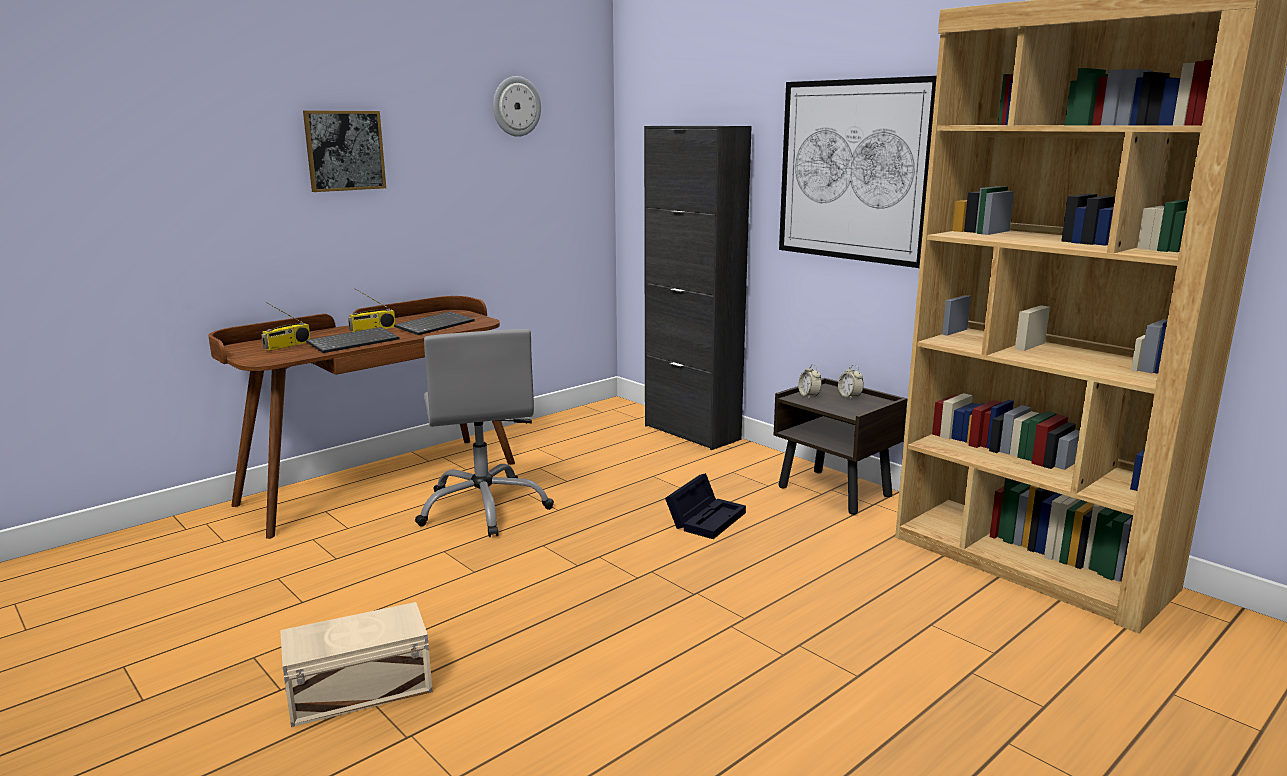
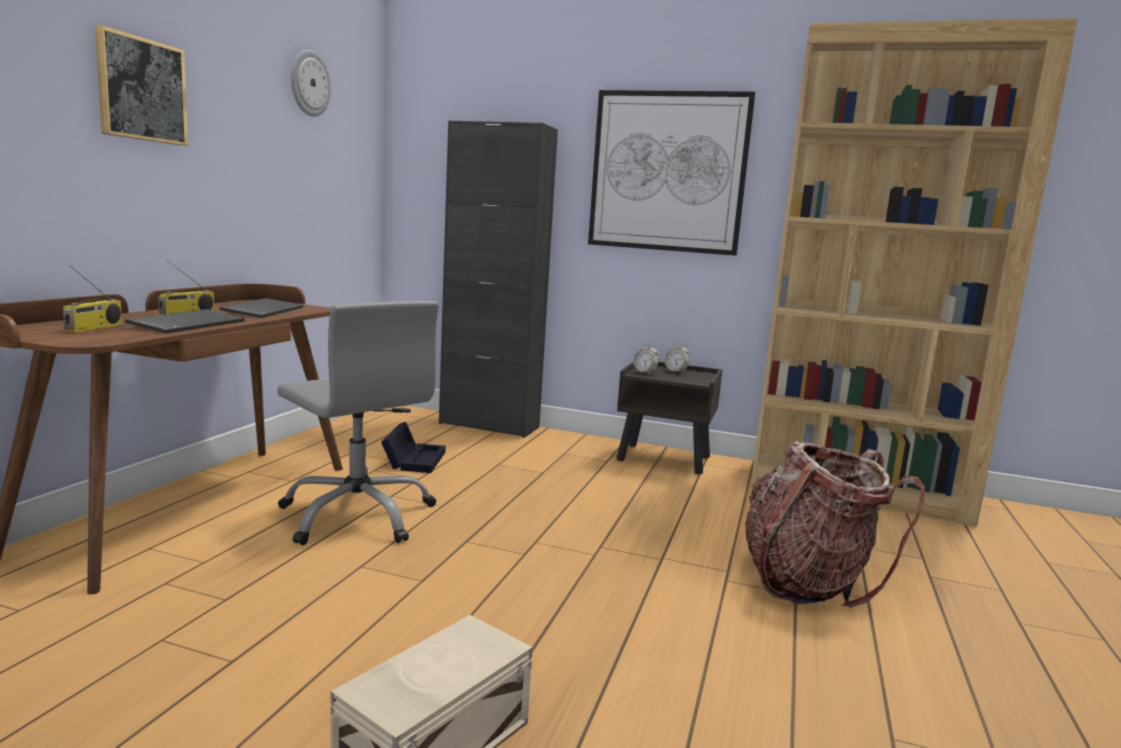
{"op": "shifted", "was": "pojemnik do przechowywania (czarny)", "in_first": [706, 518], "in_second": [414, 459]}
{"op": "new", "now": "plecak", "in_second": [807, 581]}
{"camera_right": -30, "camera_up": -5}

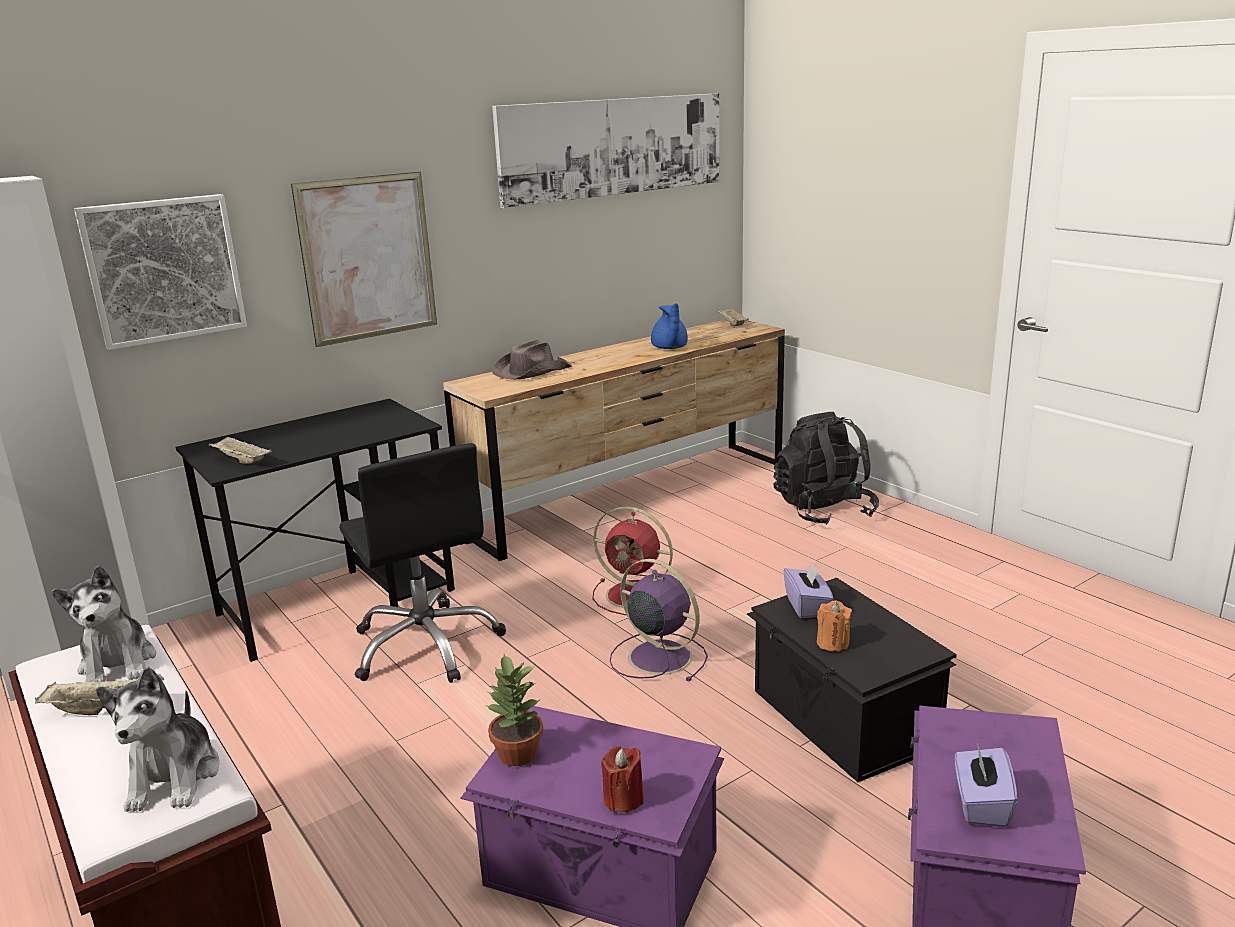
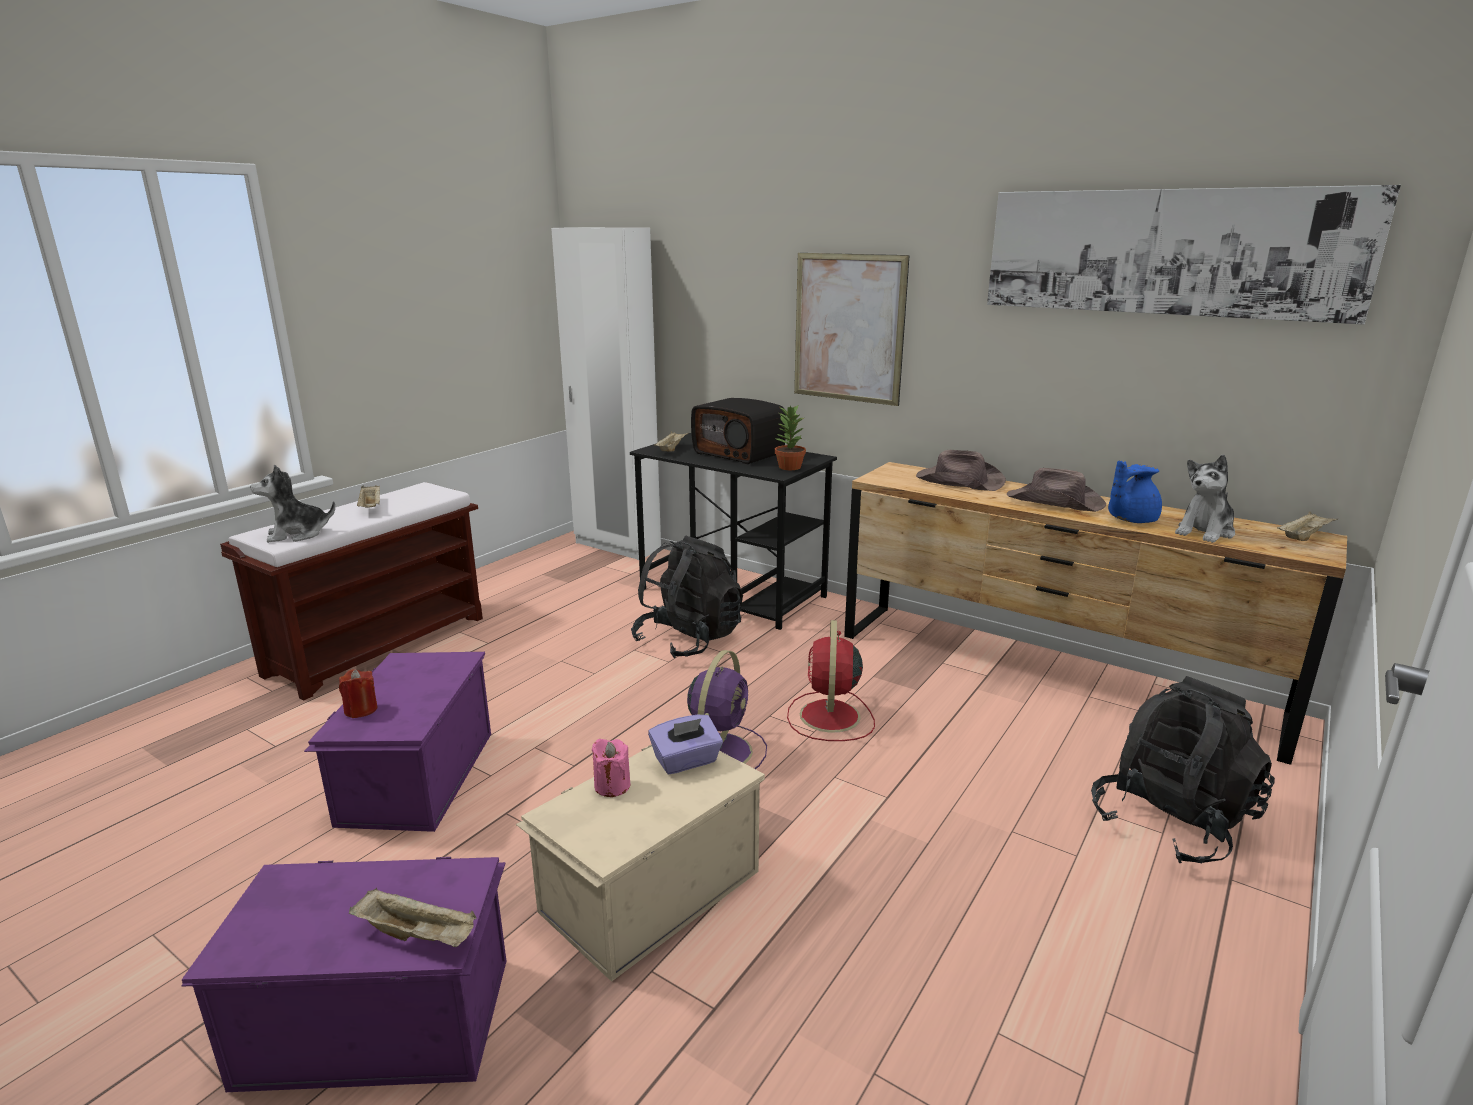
{"op": "gone", "was": "obraz", "in_first": [164, 270]}
{"op": "swapped", "was": "krzesło biurowe (czarny)", "now": "plecak (czarny)", "in_first": [426, 645], "in_second": [689, 640]}
{"op": "shifted", "was": "pluszak", "in_first": [118, 664], "in_second": [1205, 532]}
{"op": "repainted", "was": "pojemnik do przechowywania (czarny)", "now": "pojemnik do przechowywania (beżowy)", "in_first": [842, 719], "in_second": [648, 890]}
{"op": "repainted", "was": "świeca (pomarańczowy)", "now": "świeca (różowy)", "in_first": [833, 643], "in_second": [612, 786]}
{"op": "shifted", "was": "roślina doniczkowa", "in_first": [518, 754], "in_second": [789, 467]}
{"op": "gone", "was": "pudełko chusteczek (fioletowy)", "in_first": [981, 804]}
{"op": "new", "now": "radio", "in_second": [740, 453]}
{"op": "new", "now": "kapelusz (brązowy)", "in_second": [1056, 502]}
{"op": "new", "now": "taca (beżowy)", "in_second": [418, 935]}
{"camera_right": 70, "camera_up": 0}

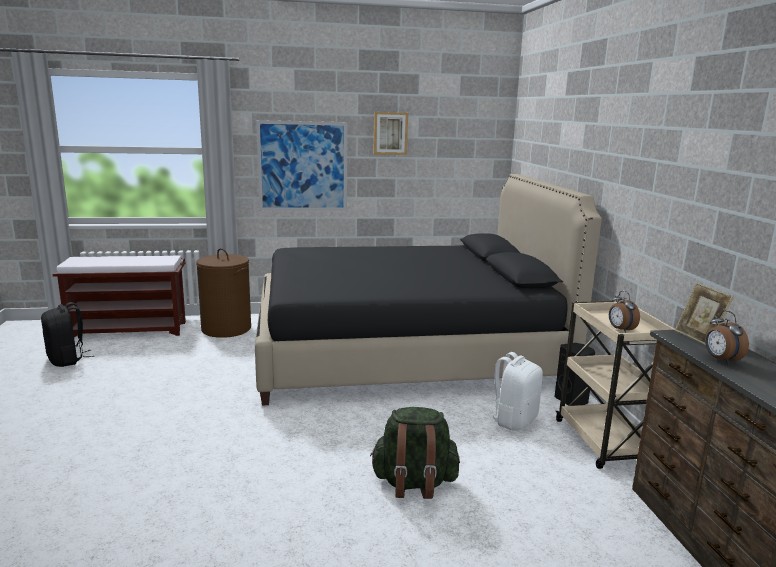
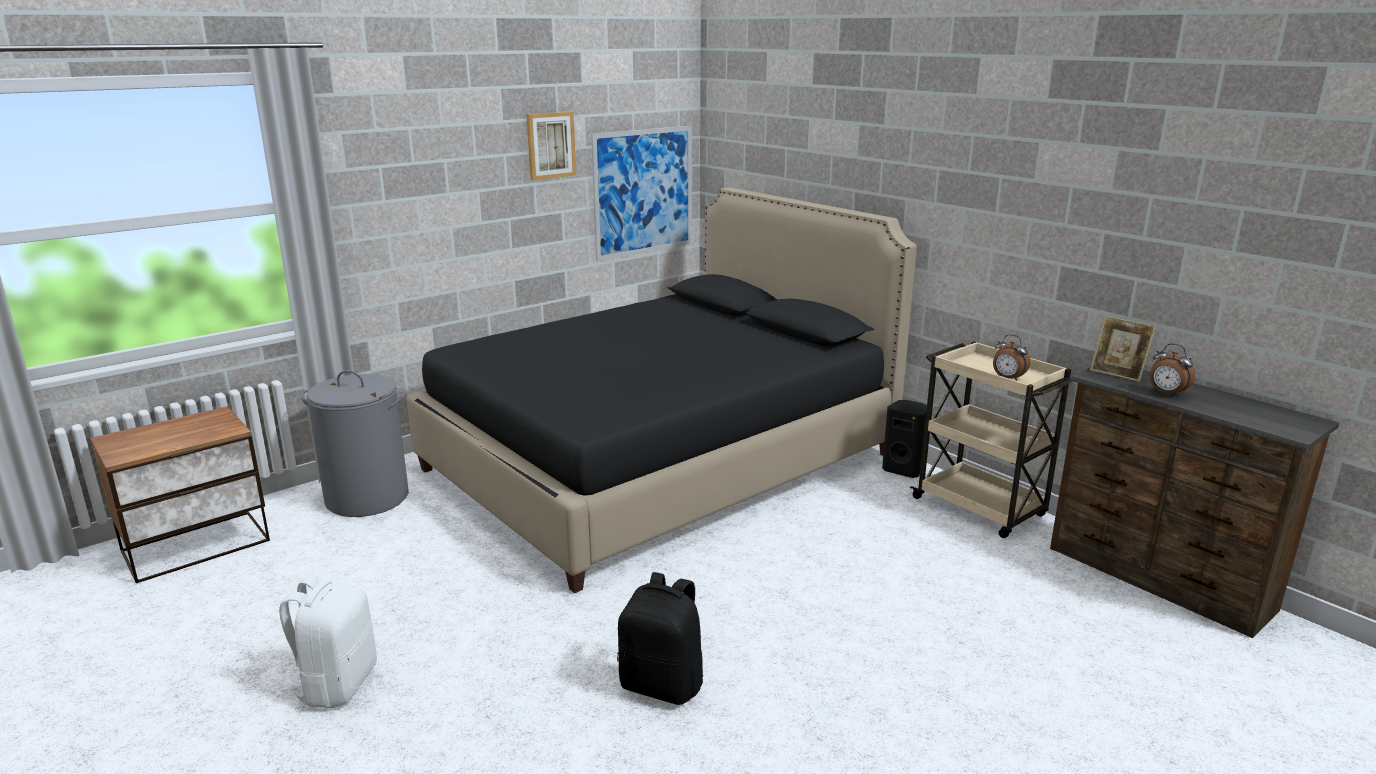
{"op": "shifted", "was": "obraz", "in_first": [303, 166], "in_second": [644, 192]}
{"op": "repainted", "was": "kosz na pranie (brązowy)", "now": "kosz na pranie (szary)", "in_first": [226, 329], "in_second": [367, 497]}
{"op": "swapped", "was": "ławka (brązowy)", "now": "szafka nocna", "in_first": [129, 330], "in_second": [198, 546]}
{"op": "shifted", "was": "plecak (czarny)", "in_first": [67, 360], "in_second": [663, 684]}
{"op": "shifted", "was": "plecak (biały)", "in_first": [513, 420], "in_second": [337, 684]}
{"op": "gone", "was": "plecak (zielony)", "in_first": [414, 483]}
{"camera_right": -30, "camera_up": 5}

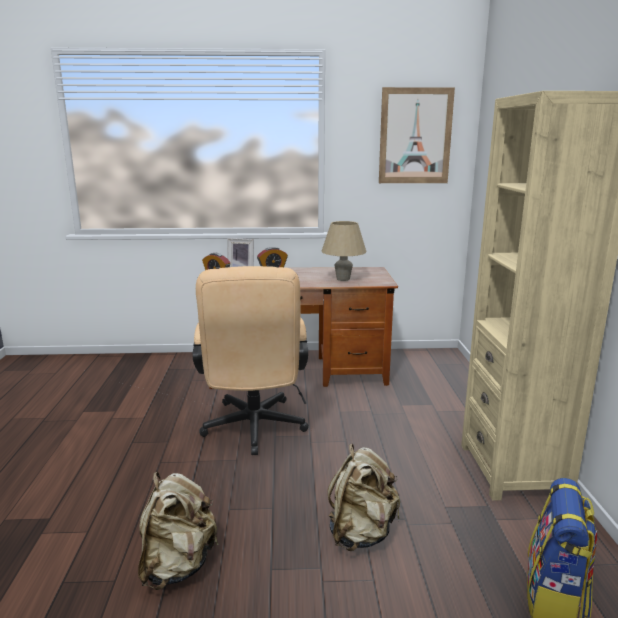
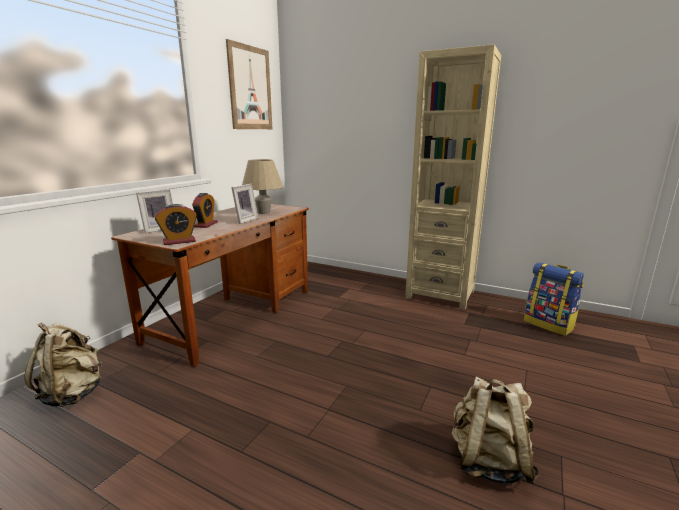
{"op": "gone", "was": "krzesło biurowe (beżowy)", "in_first": [254, 430]}
{"op": "shifted", "was": "plecak (beżowy)", "in_first": [361, 533], "in_second": [73, 393]}
{"op": "new", "now": "ramka na zdjęcie", "in_second": [244, 220]}
{"camera_right": -60, "camera_up": 0}

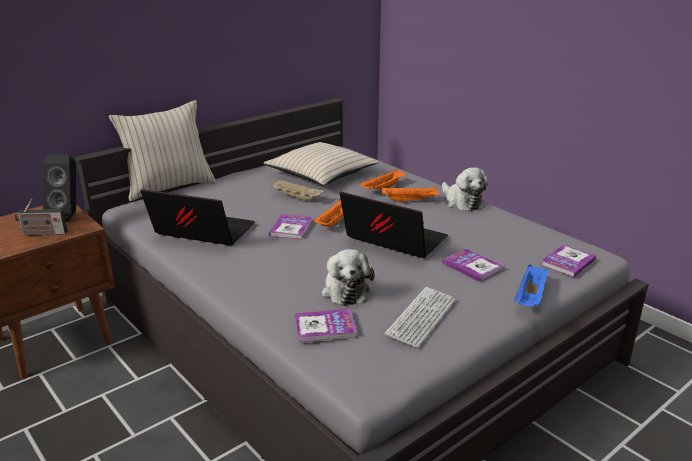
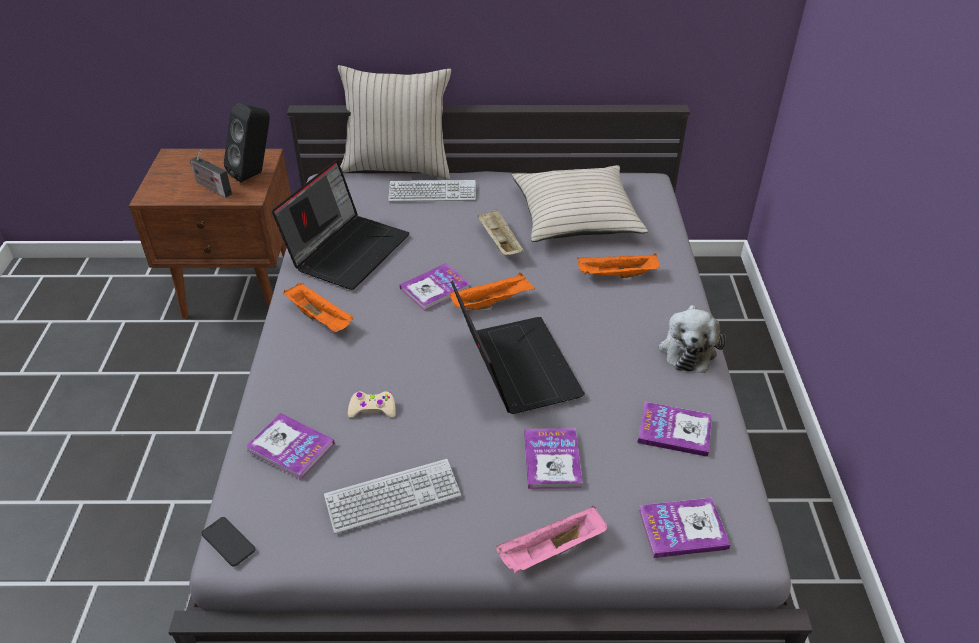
{"op": "shifted", "was": "taca (pomarańczowy)", "in_first": [410, 201], "in_second": [321, 319]}
{"op": "rotated", "was": "laptop", "in_first": [201, 233], "in_second": [347, 250], "clockwise": 60}
{"op": "swapped", "was": "pluszak", "now": "pad do gier (beżowy)", "in_first": [345, 290], "in_second": [372, 409]}
{"op": "repainted", "was": "taca (niebieski)", "now": "taca (różowy)", "in_first": [530, 298], "in_second": [551, 551]}
{"op": "new", "now": "klawiatura", "in_second": [432, 192]}
{"op": "new", "now": "książka", "in_second": [674, 430]}
{"op": "new", "now": "telefon", "in_second": [228, 542]}
{"camera_right": 40, "camera_up": 15}

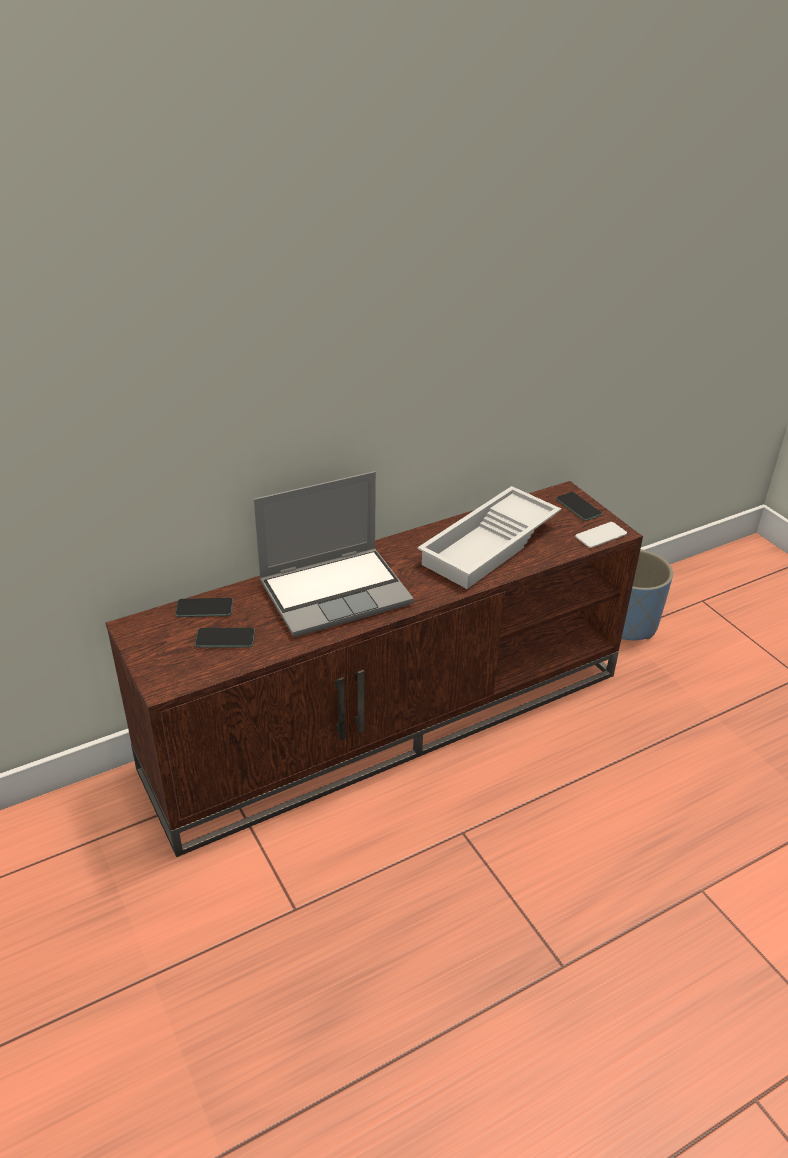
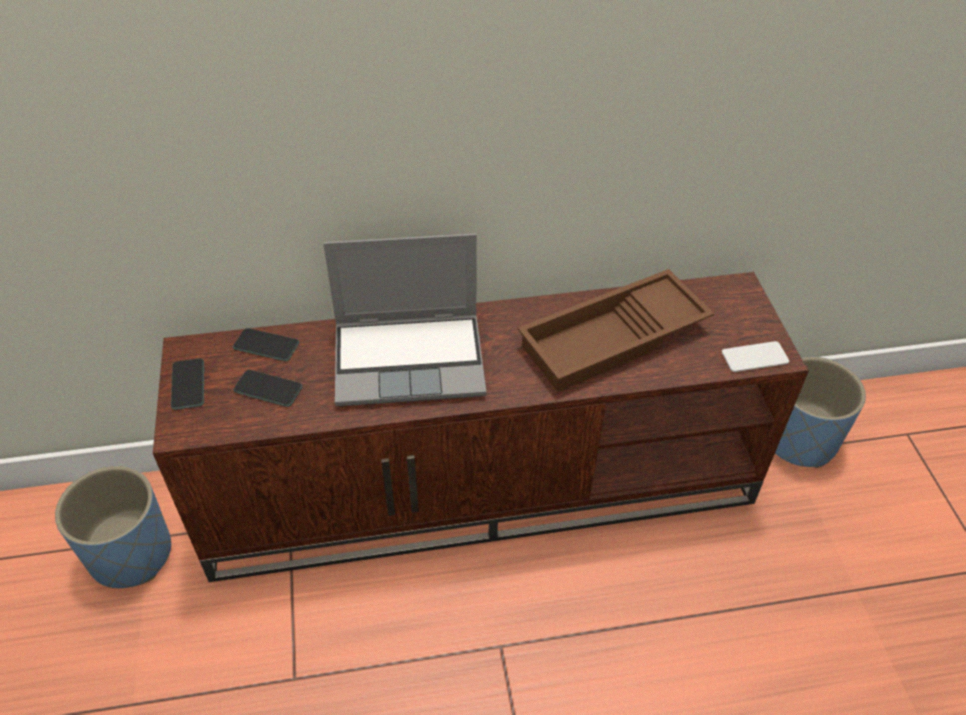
{"op": "repainted", "was": "taca (biały)", "now": "taca (brązowy)", "in_first": [490, 546], "in_second": [613, 340]}
{"op": "shifted", "was": "telefon", "in_first": [578, 507], "in_second": [188, 384]}
{"op": "new", "now": "donica (niebieski)", "in_second": [131, 554]}
{"camera_right": 20, "camera_up": 10}

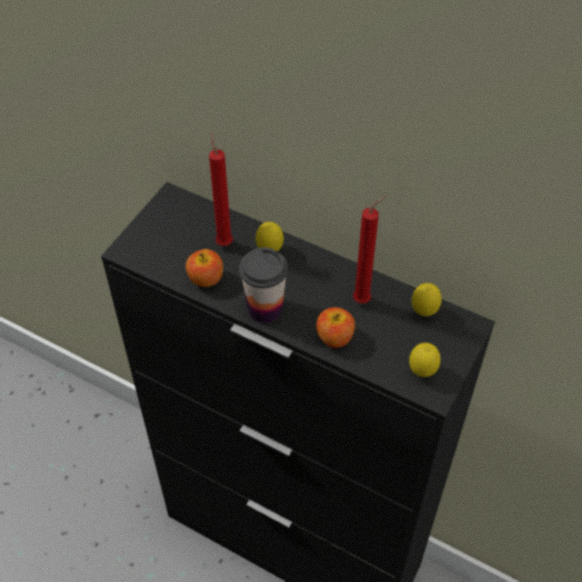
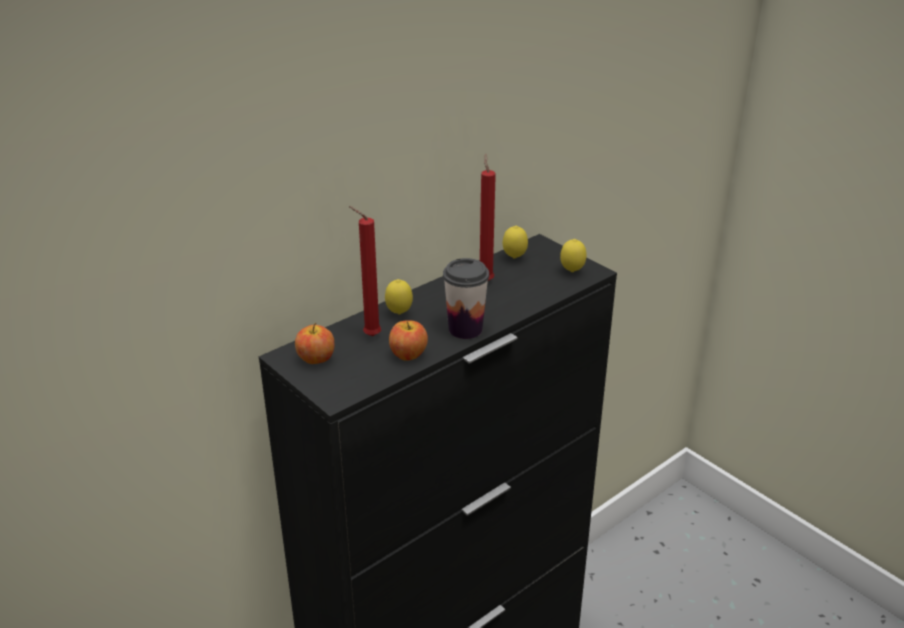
{"op": "shifted", "was": "jabłko", "in_first": [334, 337], "in_second": [316, 359]}
{"camera_right": -70, "camera_up": -20}

